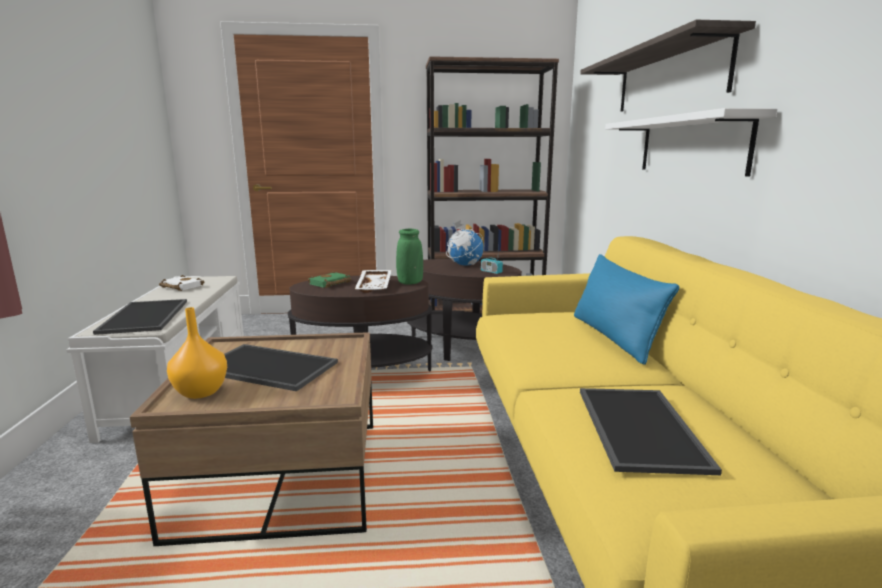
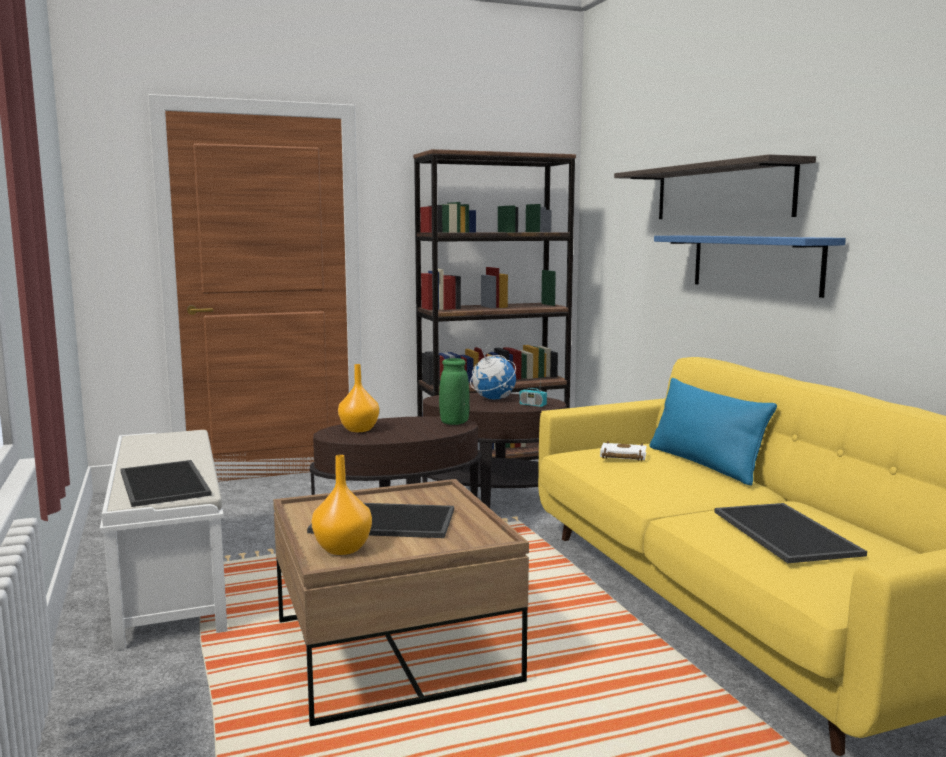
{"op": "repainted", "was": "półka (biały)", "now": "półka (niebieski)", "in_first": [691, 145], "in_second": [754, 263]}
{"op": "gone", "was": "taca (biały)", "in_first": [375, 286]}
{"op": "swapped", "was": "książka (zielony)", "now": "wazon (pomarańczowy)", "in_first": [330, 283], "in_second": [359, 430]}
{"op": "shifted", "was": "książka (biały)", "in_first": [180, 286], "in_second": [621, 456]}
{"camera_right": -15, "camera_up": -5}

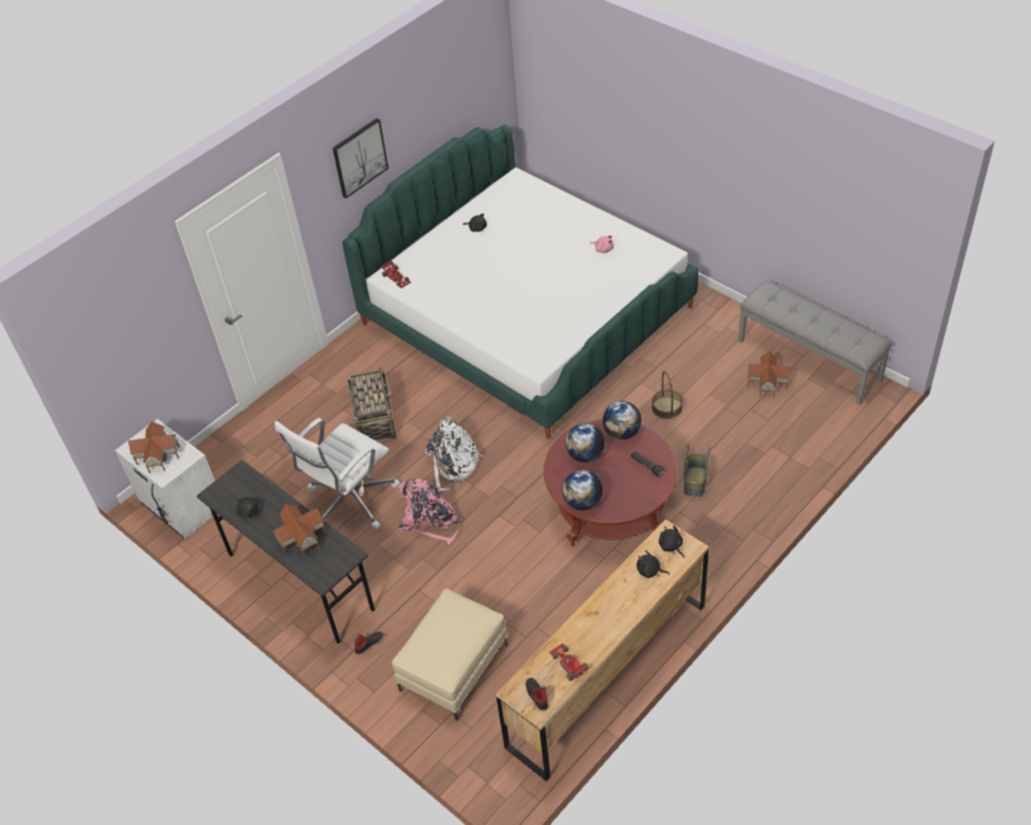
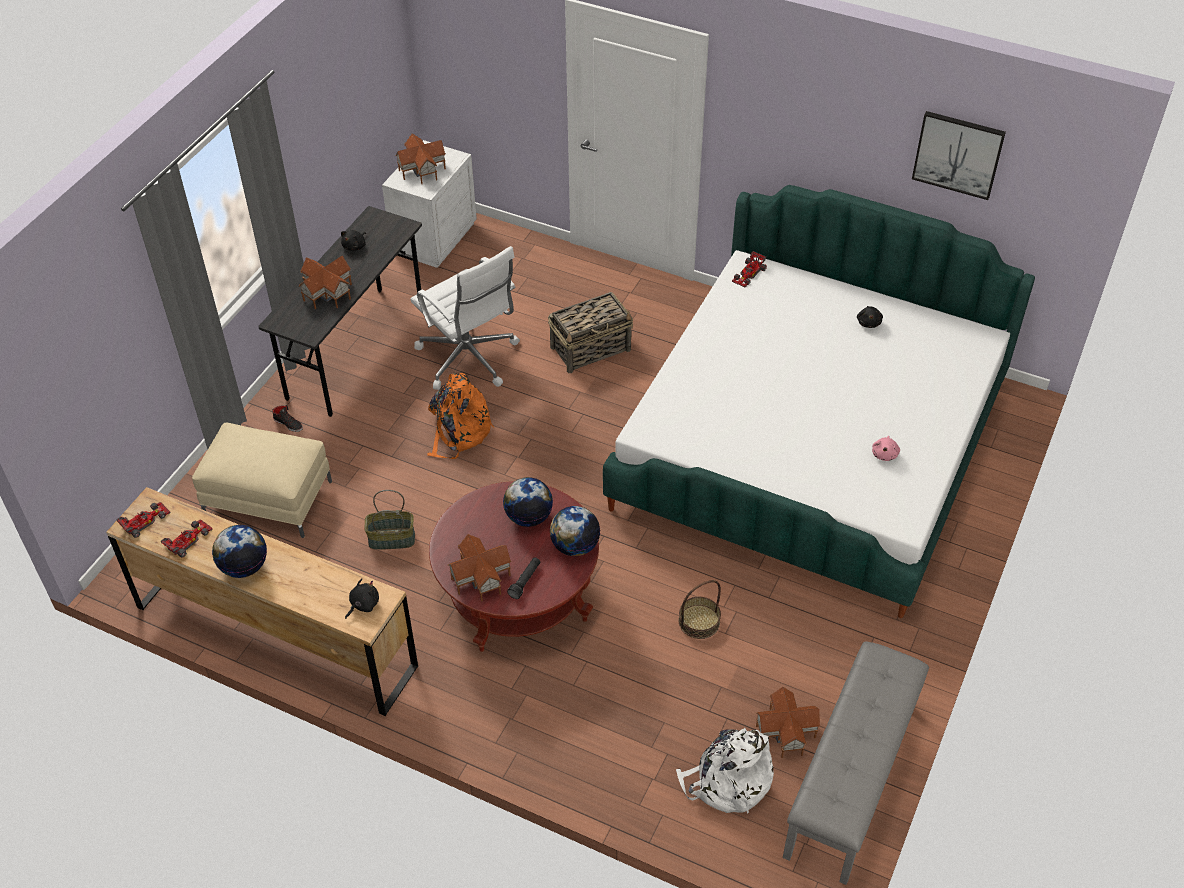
{"op": "shifted", "was": "obraz", "in_first": [359, 157], "in_second": [958, 154]}
{"op": "shifted", "was": "plecak (biały)", "in_first": [452, 466], "in_second": [727, 782]}
{"op": "rotated", "was": "krzesło biurowe (biały)", "in_first": [349, 501], "in_second": [469, 359], "clockwise": -150}
{"op": "shifted", "was": "koszyk", "in_first": [696, 482], "in_second": [391, 540]}
{"op": "shifted", "was": "globus", "in_first": [582, 502], "in_second": [244, 567]}
{"op": "repainted", "was": "plecak (różowy)", "now": "plecak (pomarańczowy)", "in_first": [430, 520], "in_second": [458, 432]}
{"op": "gone", "was": "pluszak (czarny)", "in_first": [650, 571]}
{"op": "swapped", "was": "but (czarny)", "now": "samochodzik", "in_first": [536, 695], "in_second": [145, 520]}
{"op": "new", "now": "domek", "in_second": [480, 578]}
{"camera_right": 70, "camera_up": 0}

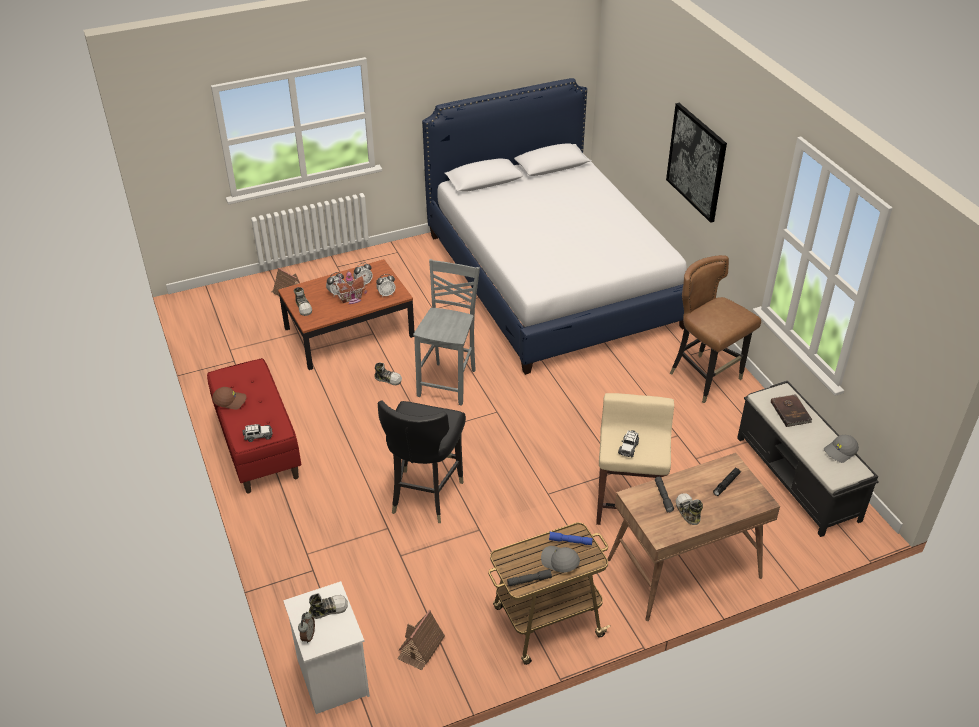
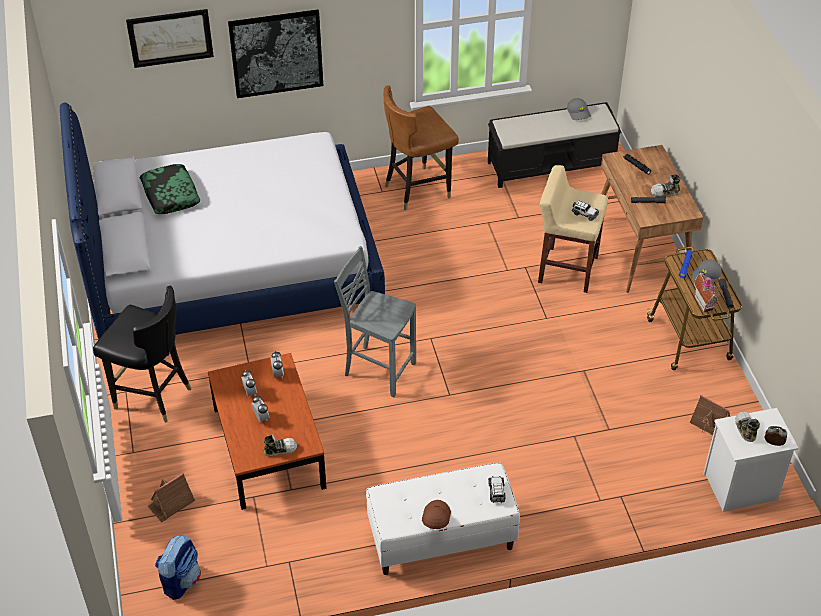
{"op": "shifted", "was": "domek", "in_first": [352, 299], "in_second": [705, 302]}
{"op": "repainted", "was": "ławka (czerwony)", "now": "ławka (biały)", "in_first": [257, 445], "in_second": [441, 539]}
{"op": "gone", "was": "but", "in_first": [388, 379]}
{"op": "gone", "was": "książka (brązowy)", "in_first": [791, 411]}
{"op": "shifted", "was": "krzesło (czarny)", "in_first": [425, 495], "in_second": [152, 396]}
{"op": "new", "now": "obraz", "in_second": [170, 37]}
{"op": "new", "now": "poduszka", "in_second": [170, 195]}
{"op": "new", "now": "plecak", "in_second": [181, 580]}
{"camera_right": -80, "camera_up": 5}

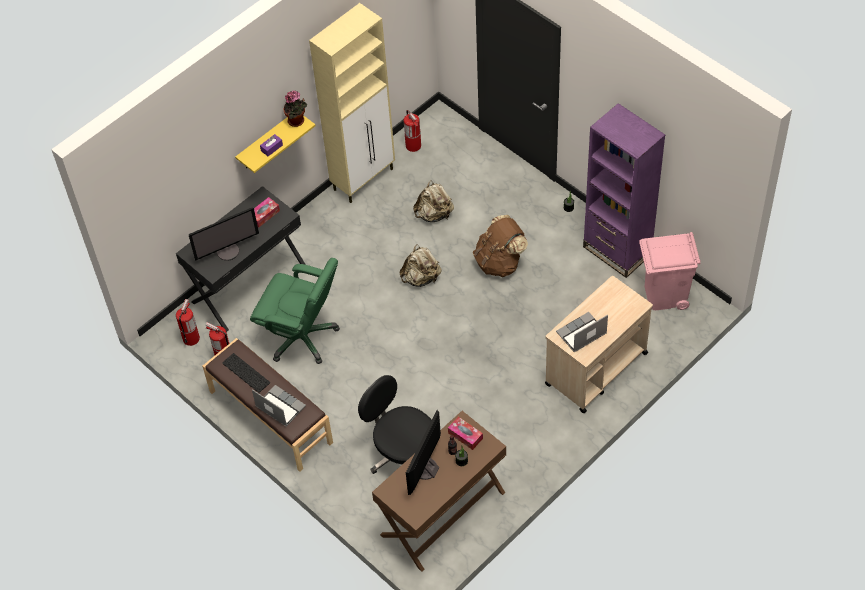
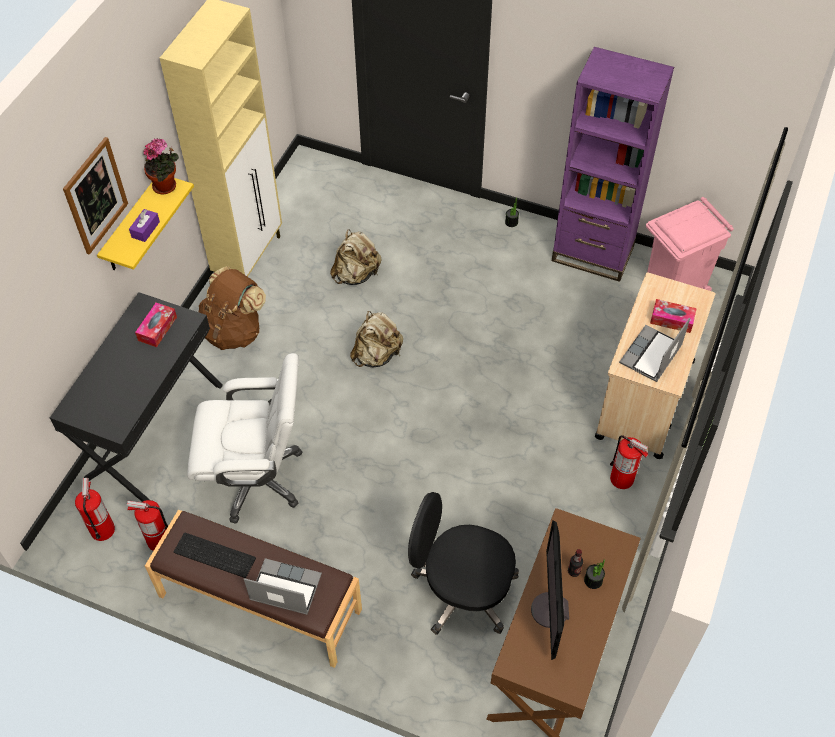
{"op": "shifted", "was": "gaśnica", "in_first": [413, 146], "in_second": [622, 479]}
{"op": "gone", "was": "monitor", "in_first": [228, 251]}
{"op": "shifted", "was": "plecak (brązowy)", "in_first": [499, 262], "in_second": [233, 330]}
{"op": "repainted", "was": "krzesło biurowe (zielony)", "now": "krzesło biurowe (biały)", "in_first": [302, 337], "in_second": [256, 478]}
{"op": "shifted", "was": "pudełko chusteczek", "in_first": [465, 435], "in_second": [672, 320]}
{"op": "new", "now": "obraz", "in_second": [95, 196]}
{"camera_right": -25, "camera_up": 0}

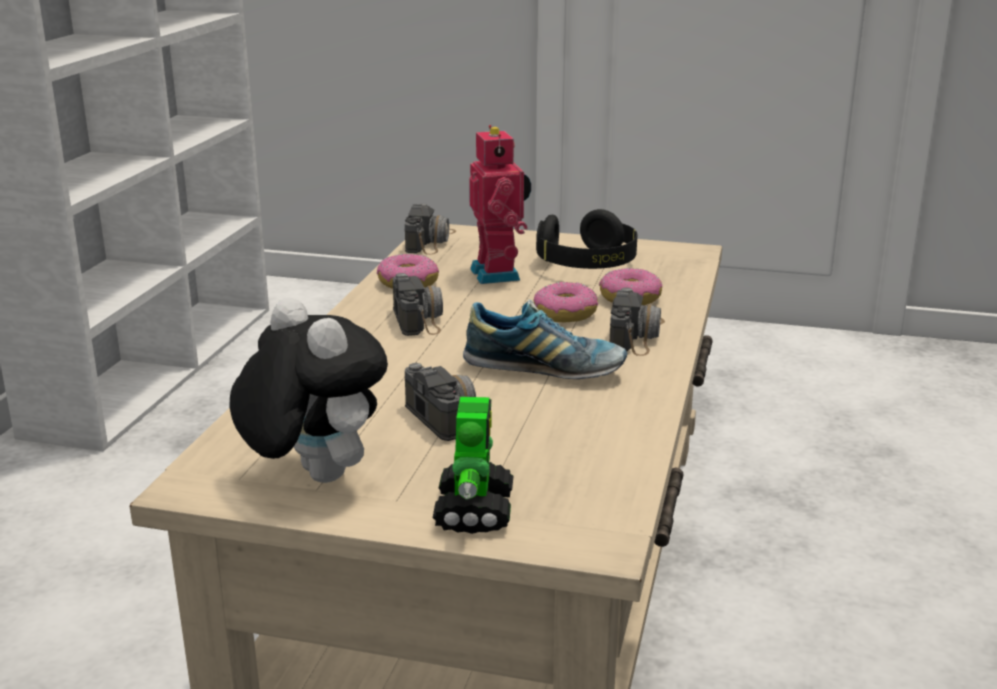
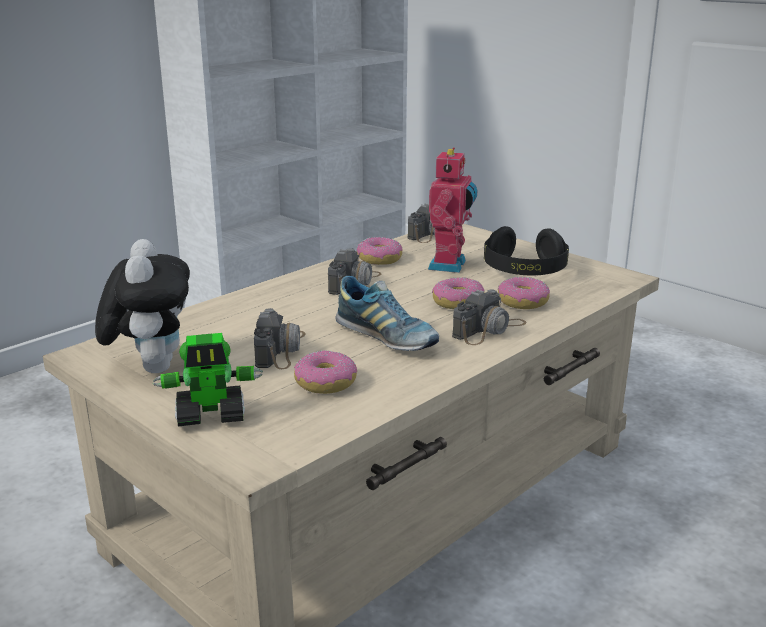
{"op": "rotated", "was": "robot zabawkowy", "in_first": [474, 509], "in_second": [211, 415], "clockwise": 45}
{"op": "new", "now": "donut", "in_second": [326, 383]}
{"camera_right": 30, "camera_up": 0}

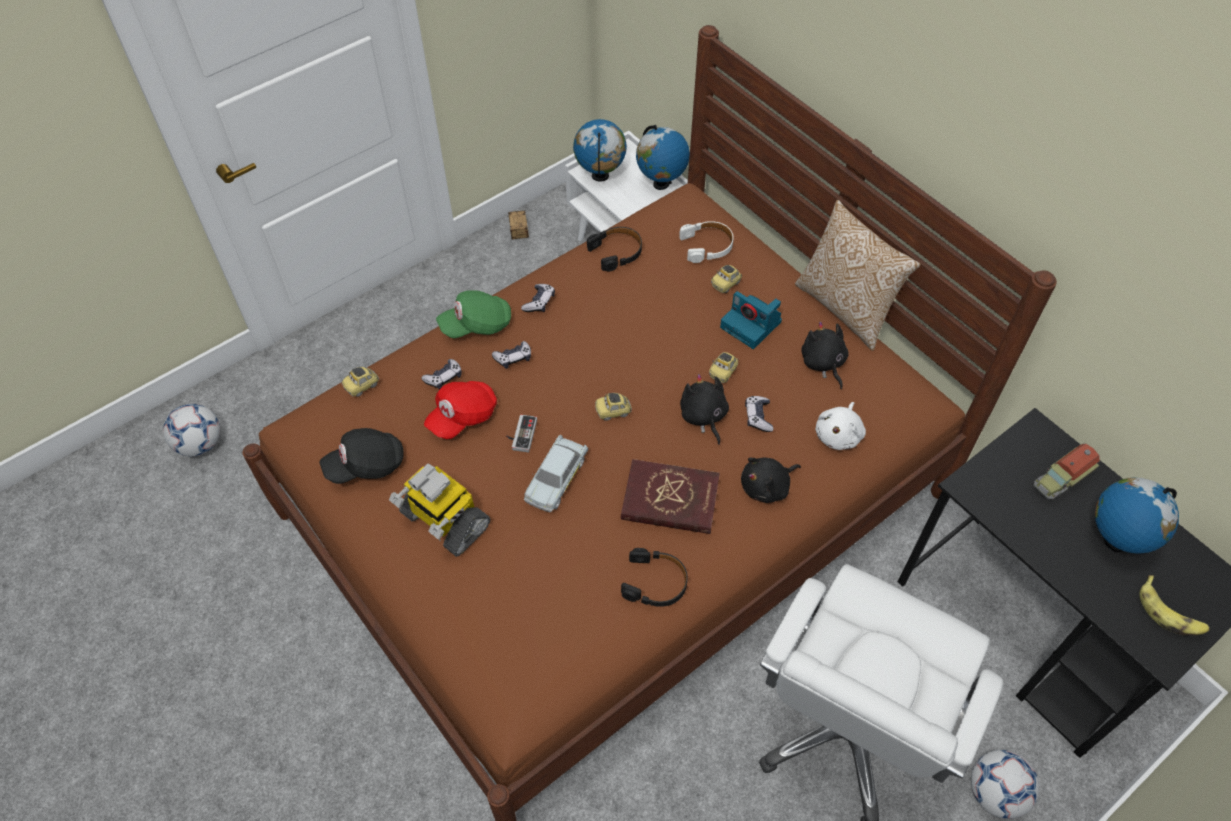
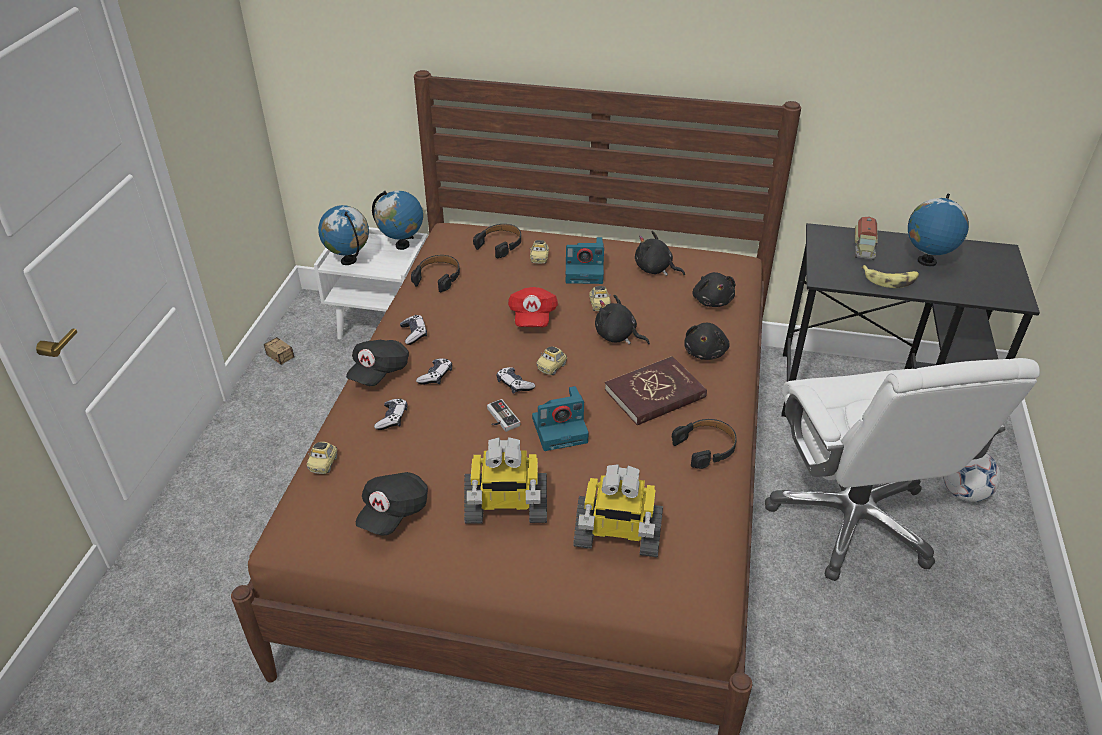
{"op": "gone", "was": "poduszka", "in_first": [846, 308]}
{"op": "repainted", "was": "słuchawki (biały)", "now": "słuchawki (czarny)", "in_first": [707, 246], "in_second": [500, 244]}
{"op": "repainted", "was": "czapka z daszkiem (zielony)", "now": "czapka z daszkiem (czarny)", "in_first": [477, 325], "in_second": [379, 372]}
{"op": "shifted", "was": "czapka z daszkiem (czerwony)", "in_first": [462, 416], "in_second": [532, 317]}
{"op": "shifted", "was": "pad do gier", "in_first": [758, 417], "in_second": [514, 385]}
{"op": "repainted", "was": "pluszak (biały)", "now": "pluszak (czarny)", "in_first": [839, 434], "in_second": [712, 300]}
{"op": "gone", "was": "piłka futbolowa", "in_first": [200, 444]}
{"op": "swapped", "was": "samochodzik (biały)", "now": "aparat fotograficzny", "in_first": [556, 478], "in_second": [561, 429]}
{"op": "shifted", "was": "banan", "in_first": [1169, 613], "in_second": [890, 280]}
{"op": "new", "now": "robot zabawkowy", "in_second": [617, 536]}
{"camera_right": -40, "camera_up": -15}

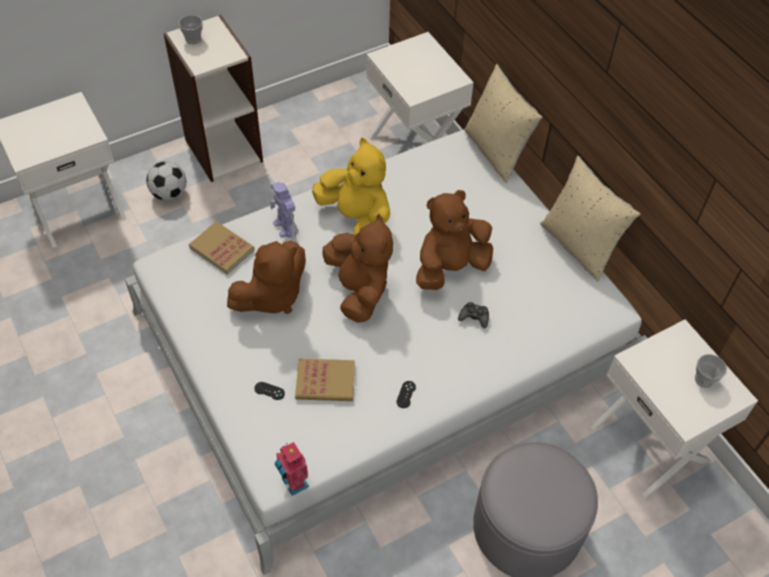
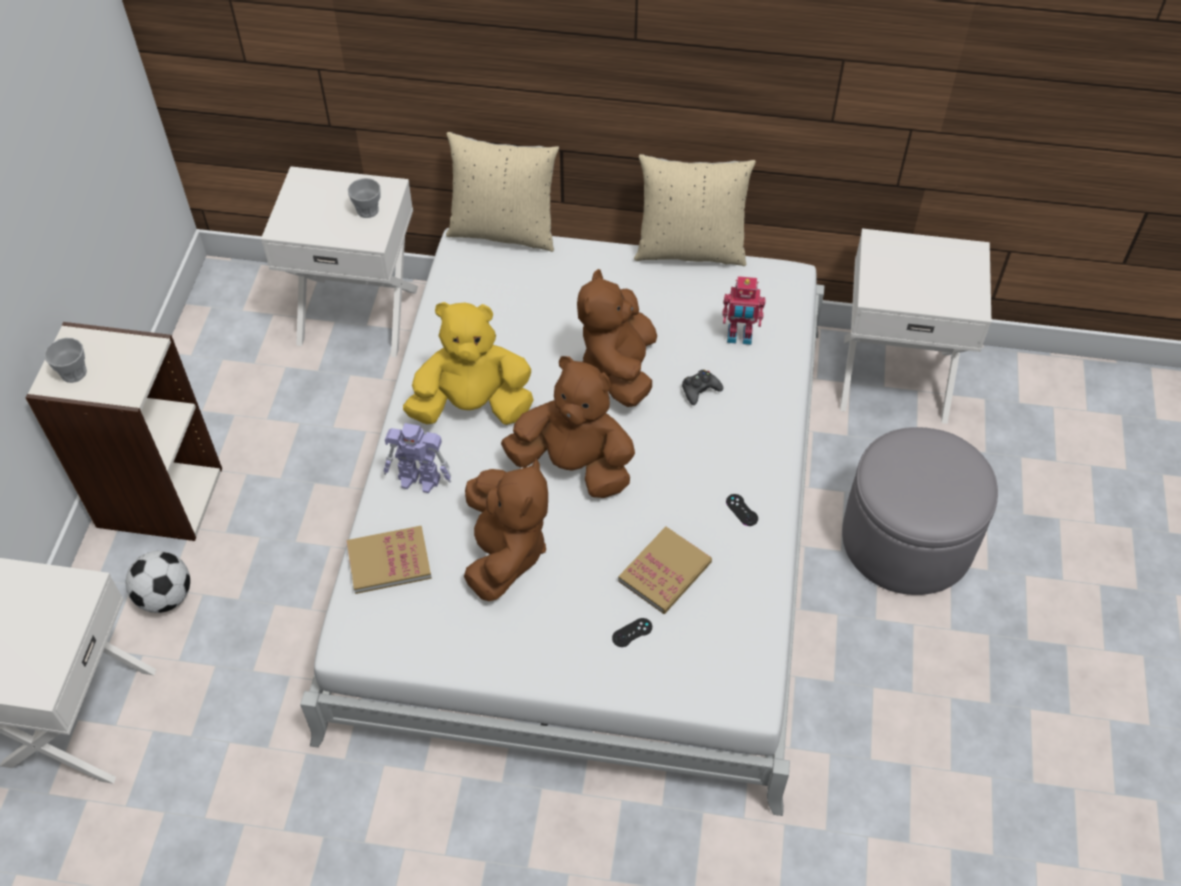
{"op": "shifted", "was": "filiżanka", "in_first": [704, 379], "in_second": [367, 210]}
{"op": "shifted", "was": "robot zabawkowy", "in_first": [293, 483], "in_second": [739, 337]}
{"camera_right": -50, "camera_up": 0}

